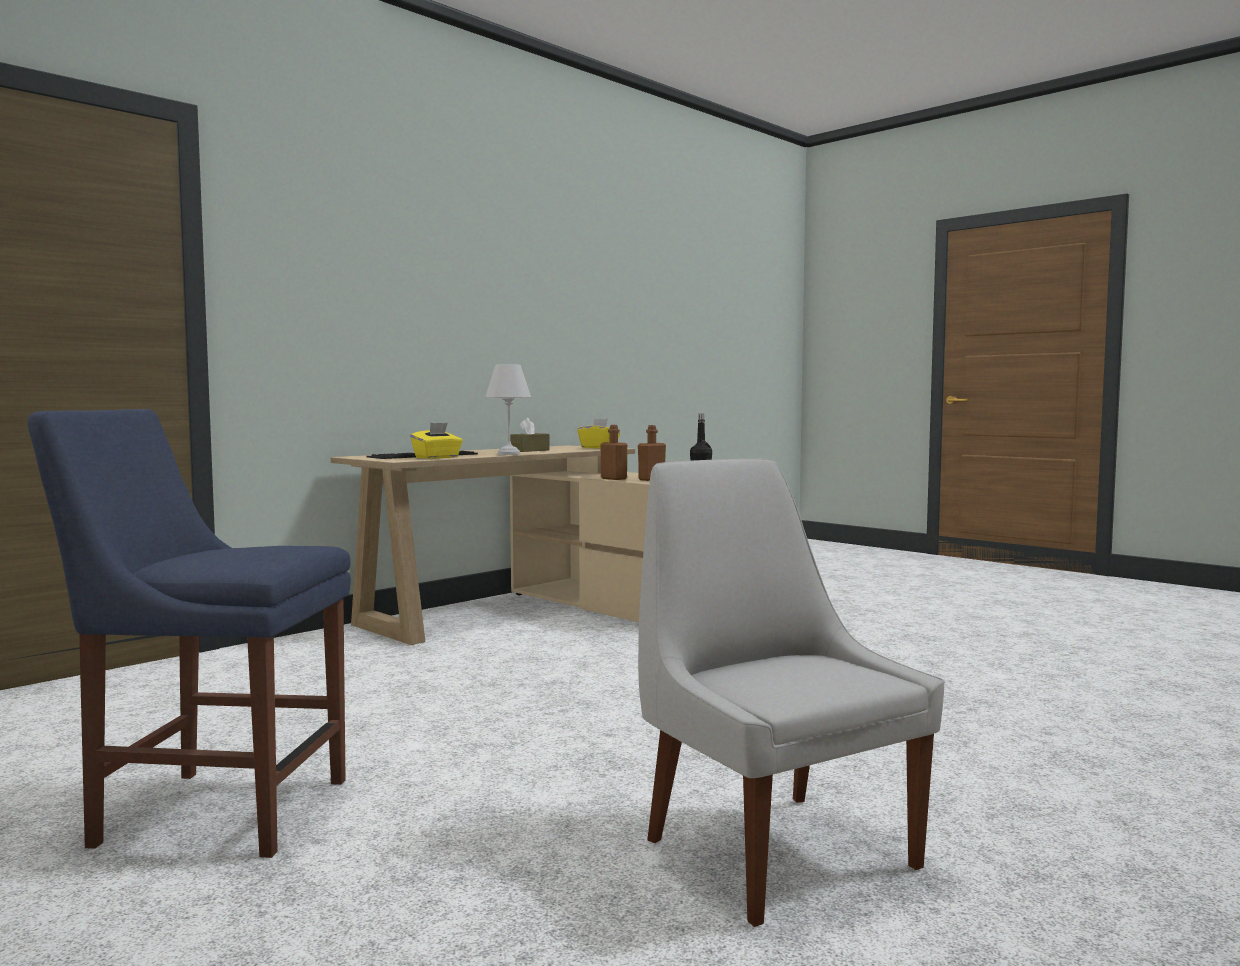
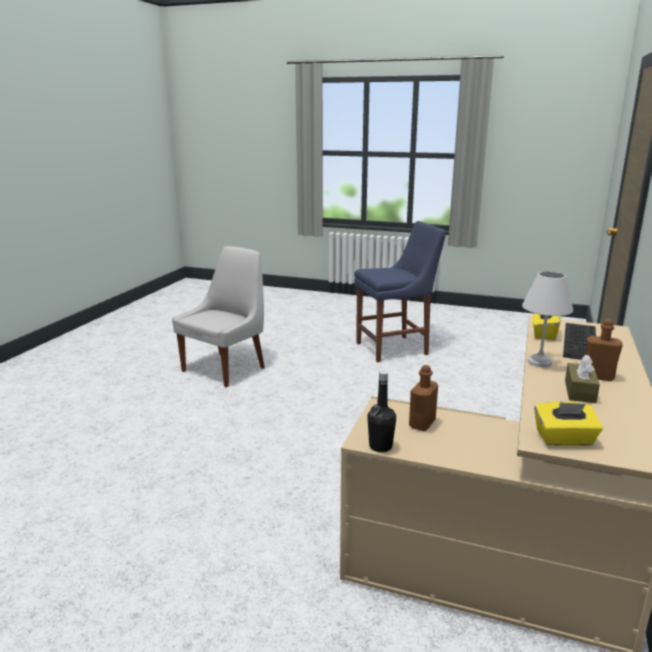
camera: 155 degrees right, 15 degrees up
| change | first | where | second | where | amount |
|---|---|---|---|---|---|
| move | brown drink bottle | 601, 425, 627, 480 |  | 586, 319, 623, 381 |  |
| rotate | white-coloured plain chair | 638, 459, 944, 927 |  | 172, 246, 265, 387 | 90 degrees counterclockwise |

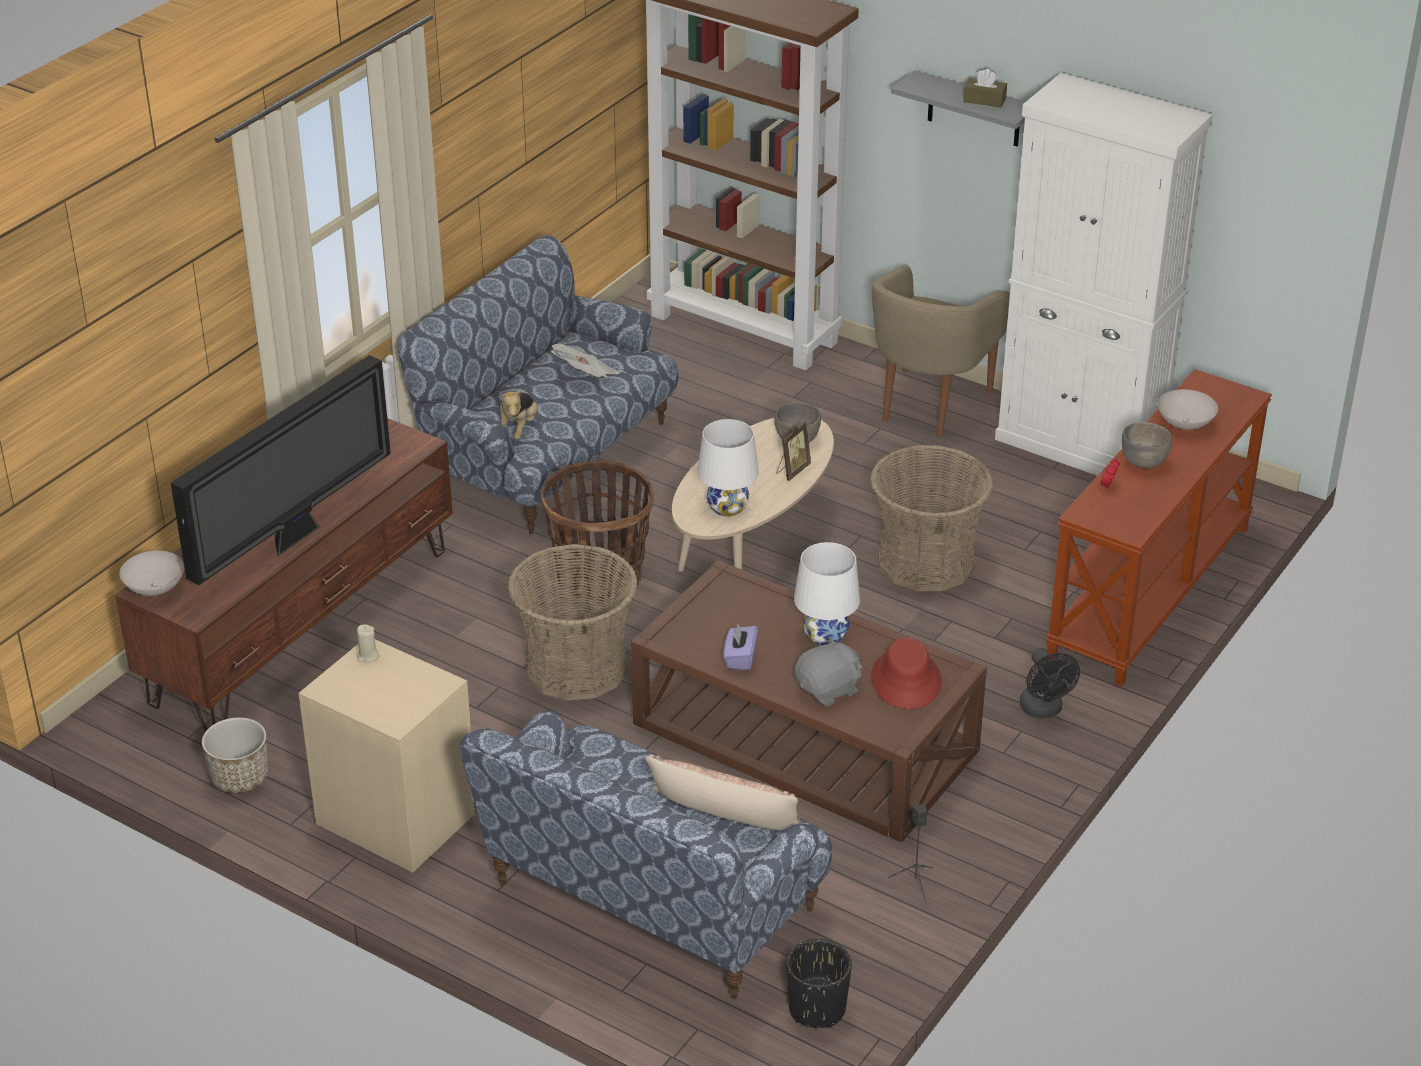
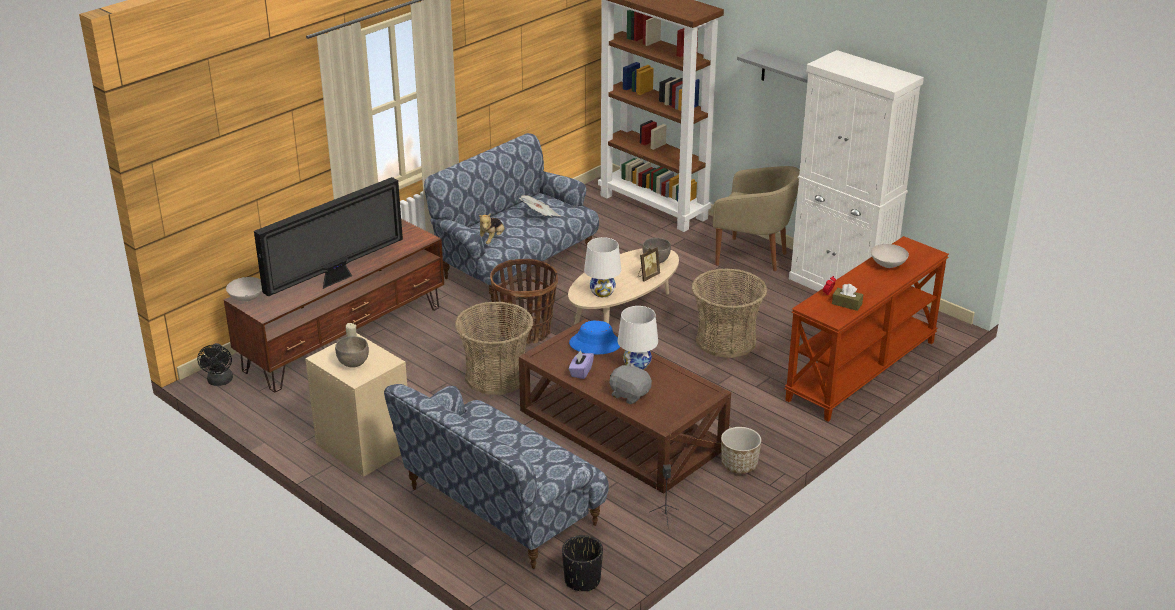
camera: 10 degrees right, 5 degrees down
| change | first | where | second | where | amount |
|---|---|---|---|---|---|
| move | brown tissue holder | 963, 69, 1007, 107 |  | 832, 284, 863, 311 |  |
| rotate | beige armchair | 872, 266, 1010, 437 |  | 713, 166, 800, 271 | 105 degrees counterclockwise |
| move | gray bowl | 1122, 422, 1172, 469 |  | 335, 336, 369, 368 |  |
| rotate | gray cuddly toy | 795, 637, 862, 707 |  | 610, 363, 652, 404 | 120 degrees counterclockwise |
| delete | red wearable hat | 871, 638, 942, 709 |  |  |  |
| move | black-coloured cooling fan | 1020, 648, 1080, 718 |  | 197, 343, 233, 386 |  |
| move | planter | 202, 717, 268, 793 |  | 721, 427, 761, 474 |  |
| delete | cushion | 645, 754, 801, 830 |  |  |  |
| insert |  |  | bluish wearable hat | 569, 321, 620, 355 |  |

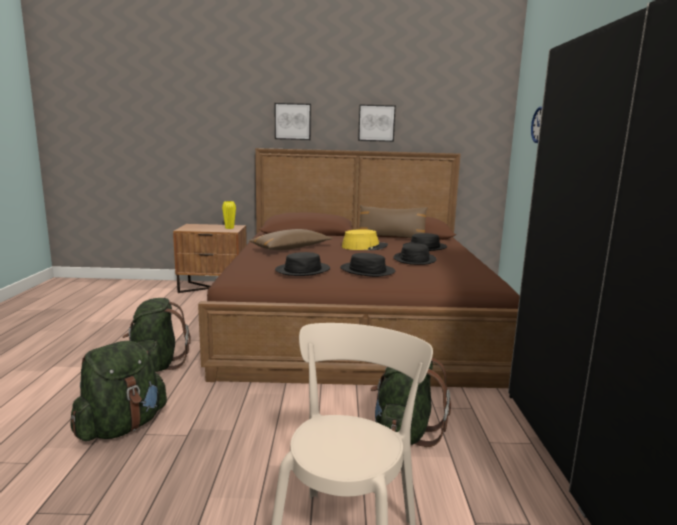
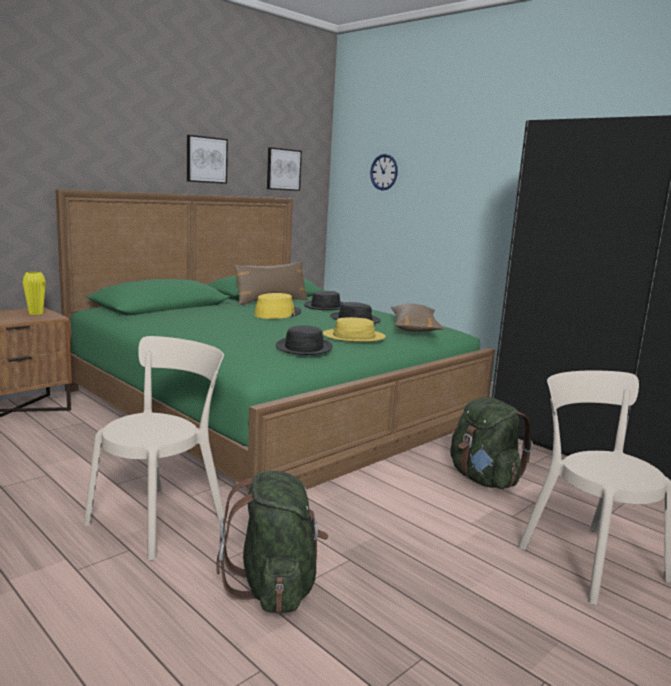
camera: 45 degrees left, 0 degrees up
| change | first | where | second | where | amount |
|---|---|---|---|---|---|
| move | picture | 275, 103, 311, 140 |  | 267, 147, 302, 191 |  |
| recolor | brown sleeping bed | 198, 148, 520, 388 | green sleeping bed | 55, 189, 495, 490 |  |
| move | brown cushion | 249, 229, 333, 250 |  | 391, 304, 444, 332 |  |
| recolor | black-coloured wearable hat | 340, 253, 395, 277 | yellow wearable hat | 323, 317, 386, 342 |  |
| replace | green backpack | 122, 298, 191, 372 | beige plain chair | 84, 336, 225, 560 |  |

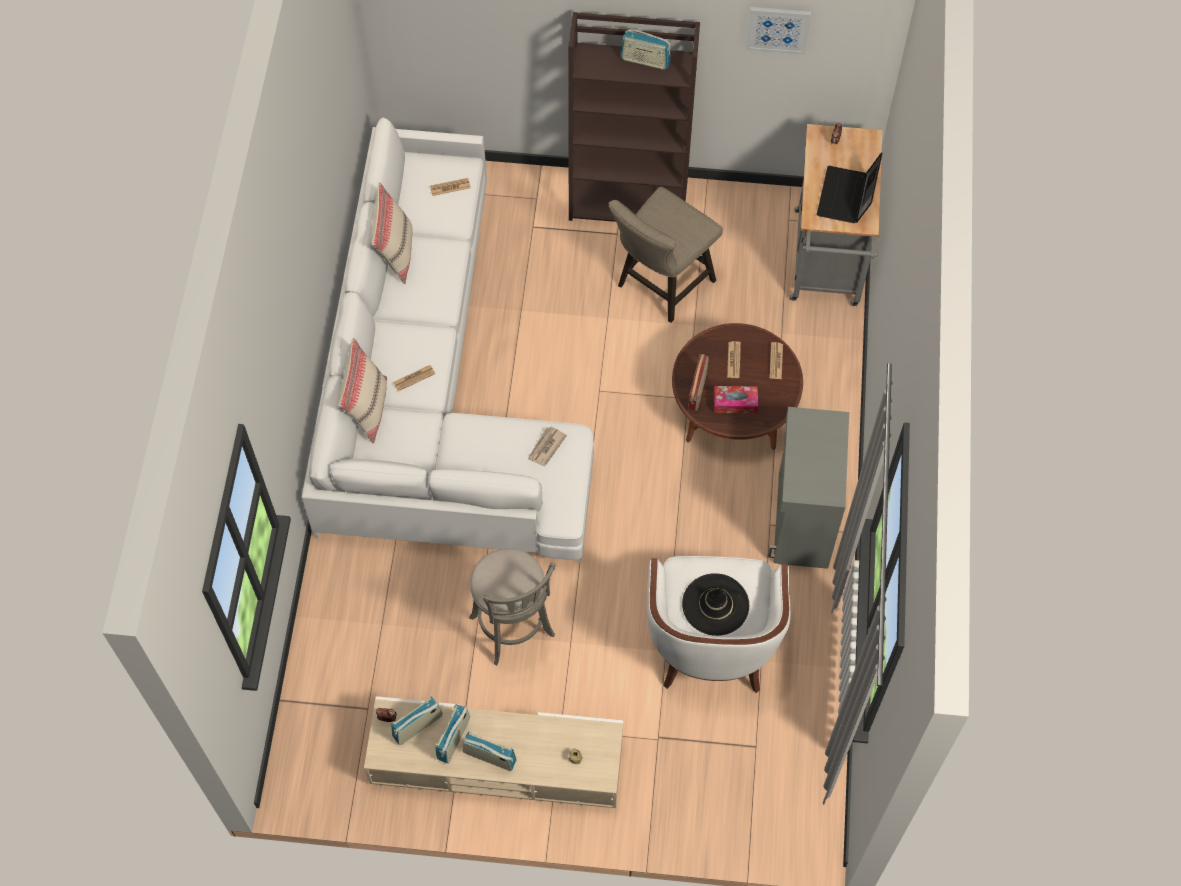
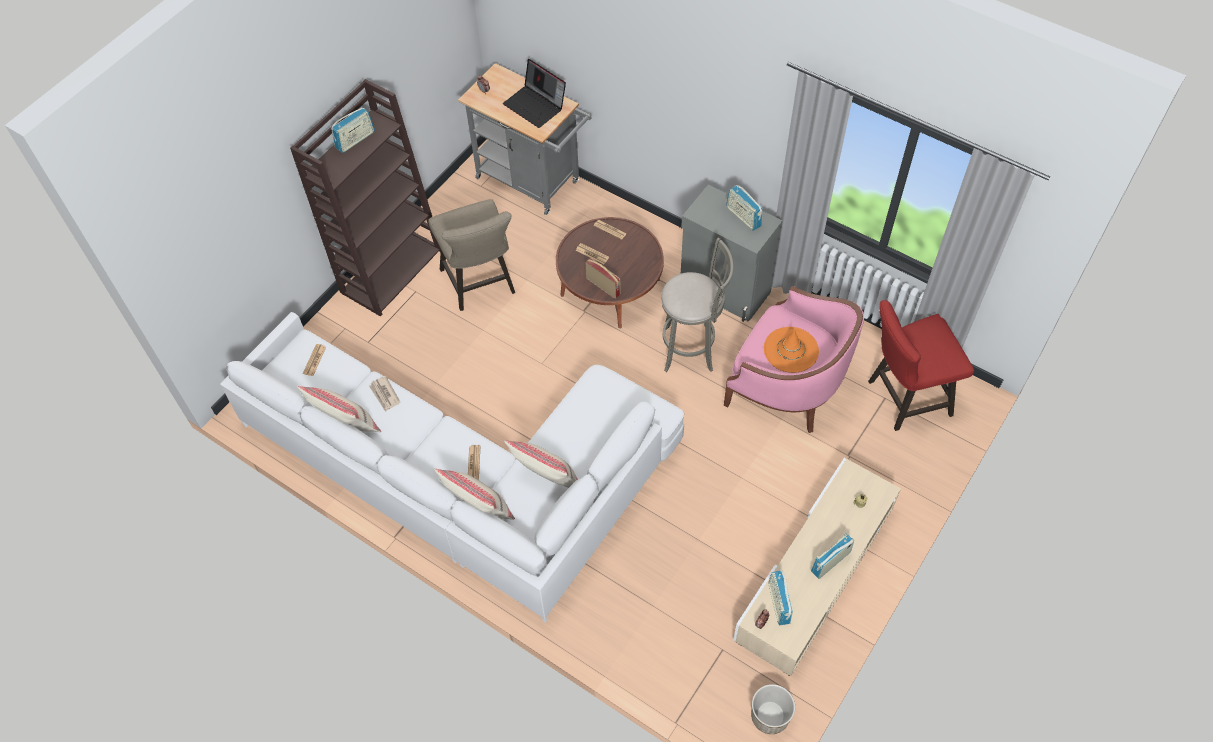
camera: 60 degrees left, 5 degrees down
| change | first | where | second | where | amount |
|---|---|---|---|---|---|
| delete | picture | 746, 7, 811, 55 |  |  |  |
| delete | tissue holder | 714, 386, 758, 413 |  |  |  |
| move | printed paper | 528, 426, 567, 466 |  | 369, 376, 400, 412 |  |
| move | gray stool | 469, 548, 556, 665 |  | 661, 237, 733, 372 |  |
| recolor | white-coloured armchair | 647, 556, 791, 693 | pink-coloured armchair | 724, 286, 864, 433 |  |
| recolor | black-coloured wearable hat | 682, 573, 749, 636 | orange wearable hat | 764, 327, 819, 373 |  |
| move | radio | 436, 704, 470, 764 |  | 726, 185, 763, 231 |  |
| insert |  |  | red stool | 868, 300, 974, 431 |  |
| insert |  |  | beige cushion | 504, 441, 578, 487 |  |
| insert |  |  | planter | 751, 684, 795, 734 |  |

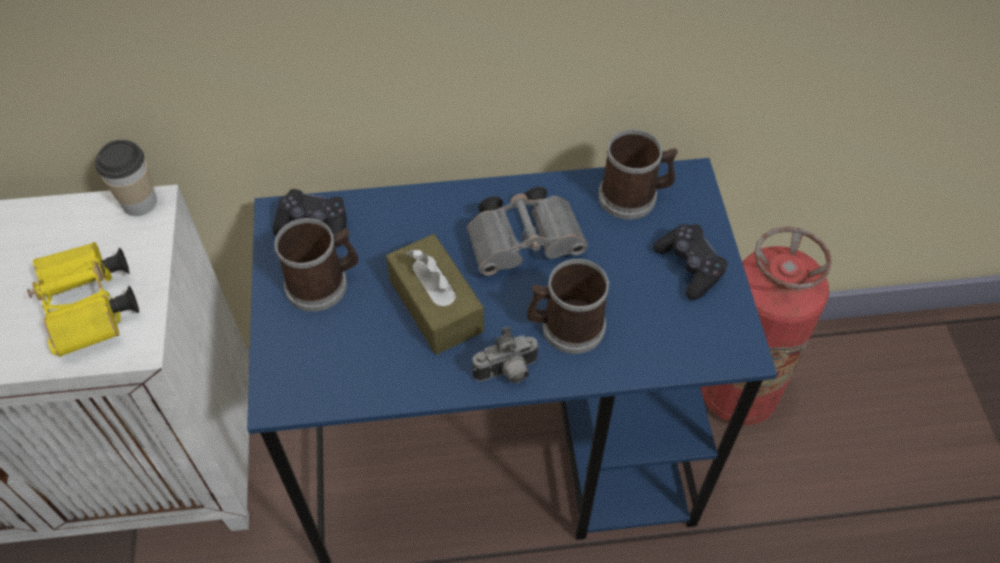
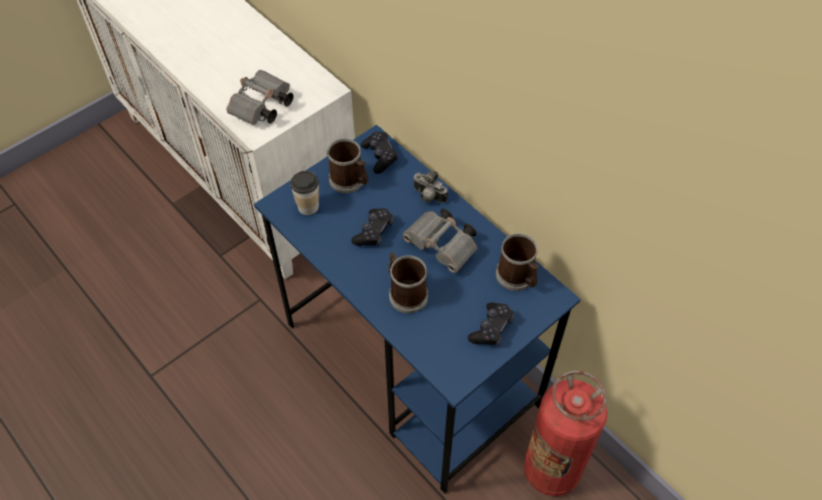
camera: 55 degrees right, 0 degrees up
| change | first | where | second | where | amount |
|---|---|---|---|---|---|
| move | drinking cup | 95, 140, 157, 216 |  | 290, 171, 319, 215 |  |
| replace | brown tissue holder | 386, 234, 484, 355 | black-coloured gamepad | 351, 208, 394, 246 |  |
| recolor | yellow field glasses | 27, 242, 139, 357 | gray field glasses | 226, 70, 294, 125 |  |
| move | still camera | 472, 327, 540, 383 |  | 413, 171, 448, 203 |  |

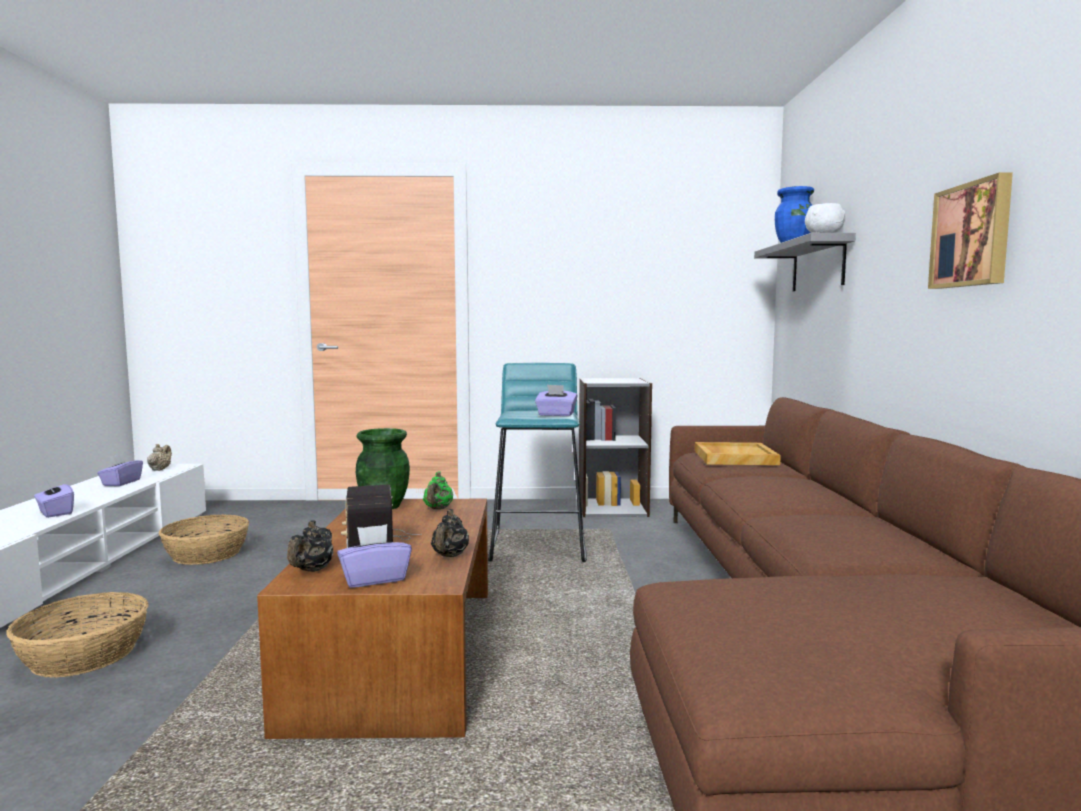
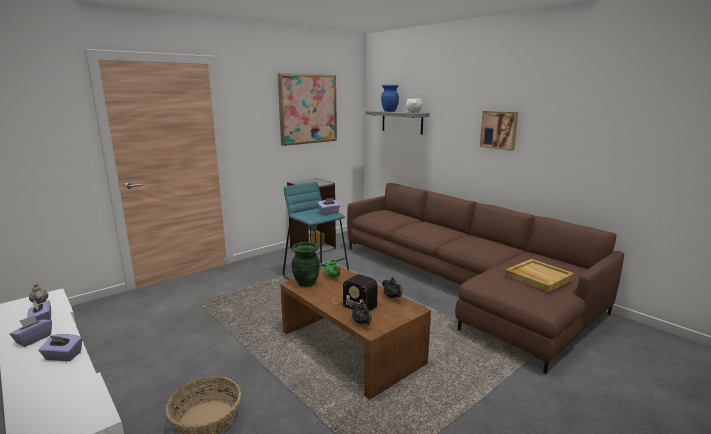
camera: 40 degrees left, 10 degrees up
| change | first | where | second | where | amount |
|---|---|---|---|---|---|
| move | beige carrying tray | 695, 442, 781, 465 |  | 505, 259, 575, 292 |  |
| delete | storage basket | 159, 514, 249, 565 |  |  |  |
| move | purple-coloured tissue holder | 337, 524, 412, 588 |  | 10, 315, 52, 347 |  |
| insert |  |  | picture | 277, 73, 337, 146 |  |

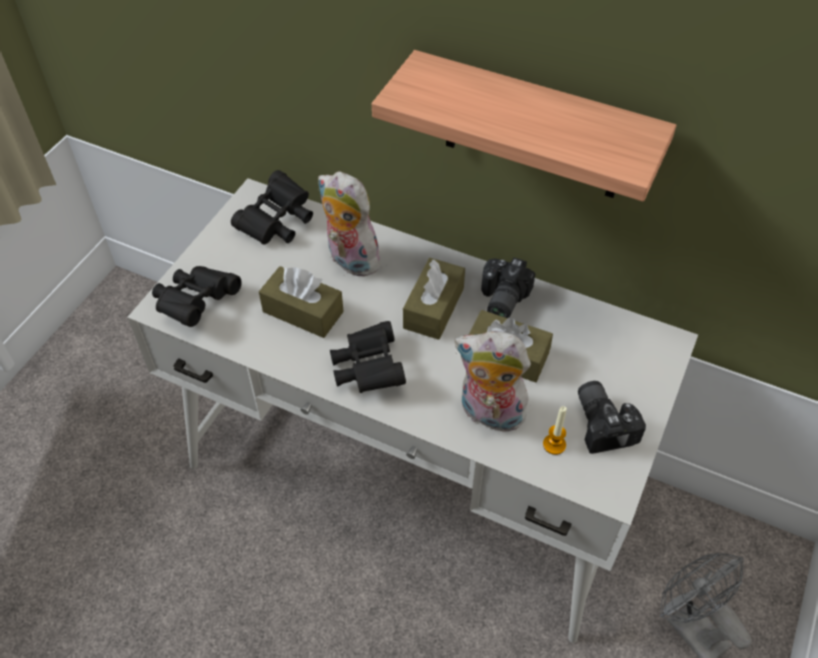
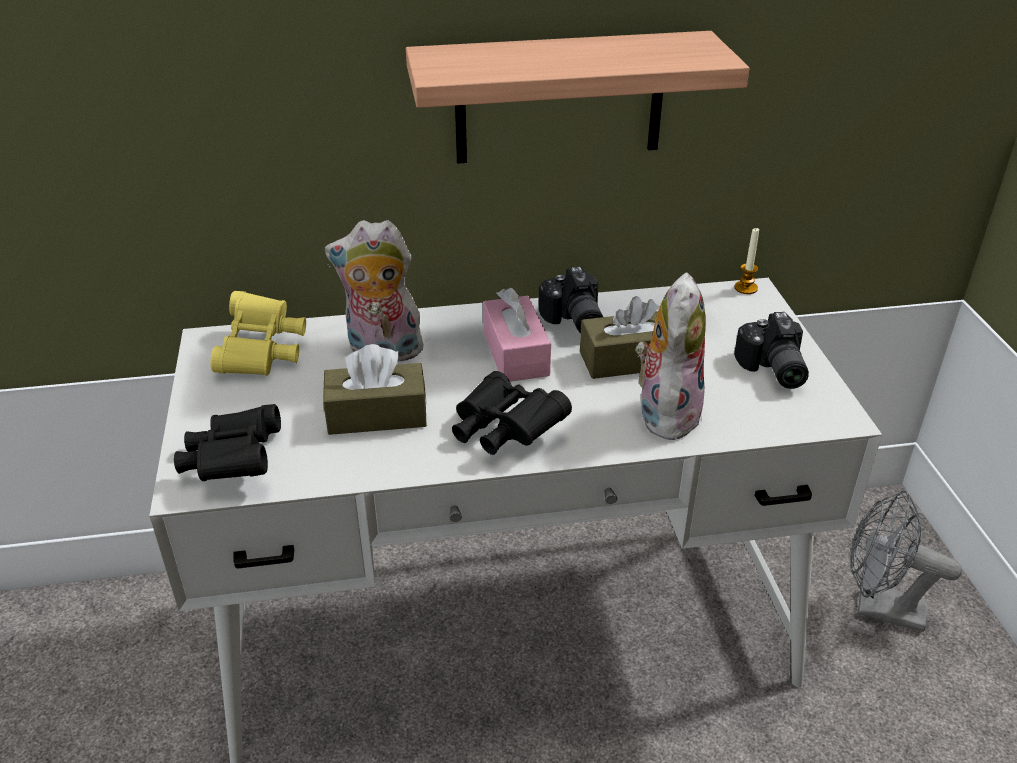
camera: 35 degrees left, 15 degrees down
| change | first | where | second | where | amount |
|---|---|---|---|---|---|
| recolor | black-coloured field glasses | 231, 170, 313, 245 | yellow field glasses | 210, 291, 306, 376 |  |
| recolor | brown tissue holder | 403, 258, 465, 340 | pink-coloured tissue holder | 483, 288, 551, 382 |  |
| rotate | cuddly toy | 455, 331, 531, 432 |  | 636, 272, 706, 440 | 120 degrees clockwise |
| rotate | still camera | 578, 381, 646, 454 |  | 734, 312, 809, 389 | 135 degrees counterclockwise |
| move | wax candle | 543, 406, 567, 455 |  | 734, 228, 759, 294 |  |

